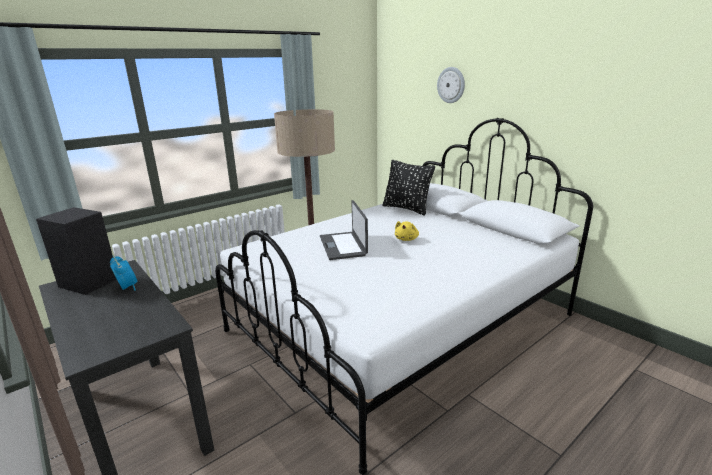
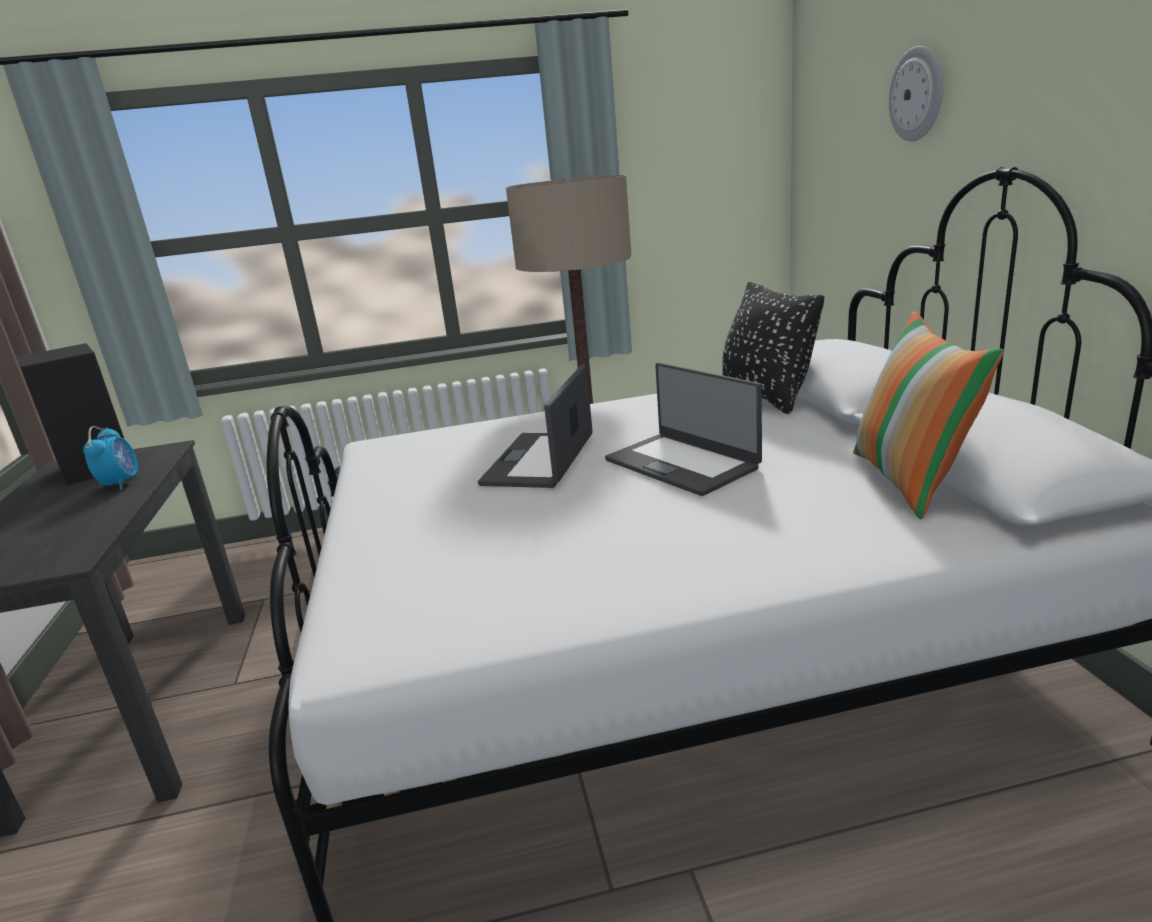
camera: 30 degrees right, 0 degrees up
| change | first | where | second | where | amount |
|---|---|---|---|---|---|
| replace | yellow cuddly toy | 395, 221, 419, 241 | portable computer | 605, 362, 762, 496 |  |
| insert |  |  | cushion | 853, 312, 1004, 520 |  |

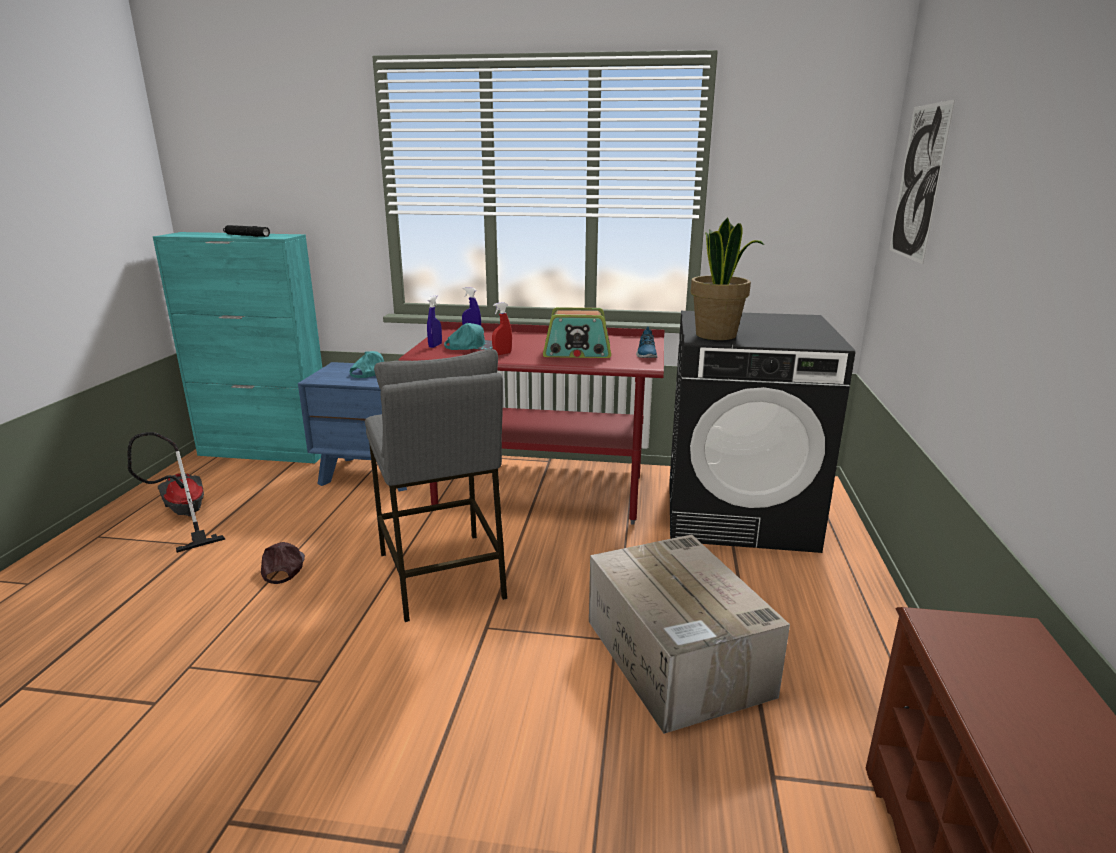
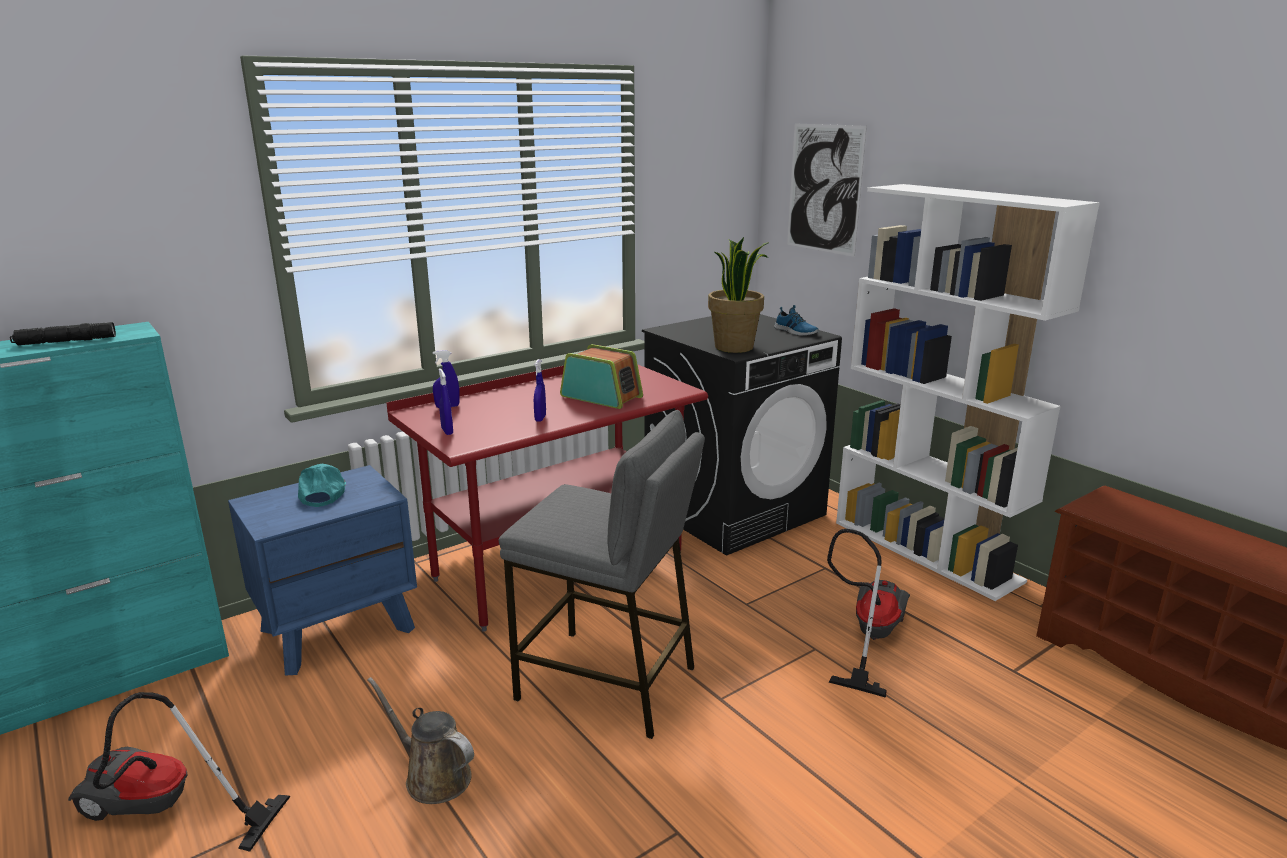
camera: 45 degrees left, 0 degrees up
| change | first | where | second | where | amount |
|---|---|---|---|---|---|
| recolor | red hand sprayer | 492, 302, 512, 355 | bluish hand sprayer | 534, 359, 546, 422 |  |
| rotate | radio | 543, 307, 611, 358 |  | 560, 344, 643, 409 | 105 degrees counterclockwise |
| delete | blue-green cap | 444, 323, 493, 350 |  |  |  |
| move | low shoe | 636, 326, 657, 358 |  | 774, 305, 819, 335 |  |
| replace | cardboard box | 589, 534, 790, 734 | hoover | 827, 529, 910, 698 |  |
| replace | brown cap | 261, 542, 305, 584 | brown watering can | 368, 677, 474, 804 |  |
| insert |  |  | white-coloured bookshelf | 836, 184, 1100, 601 |  |

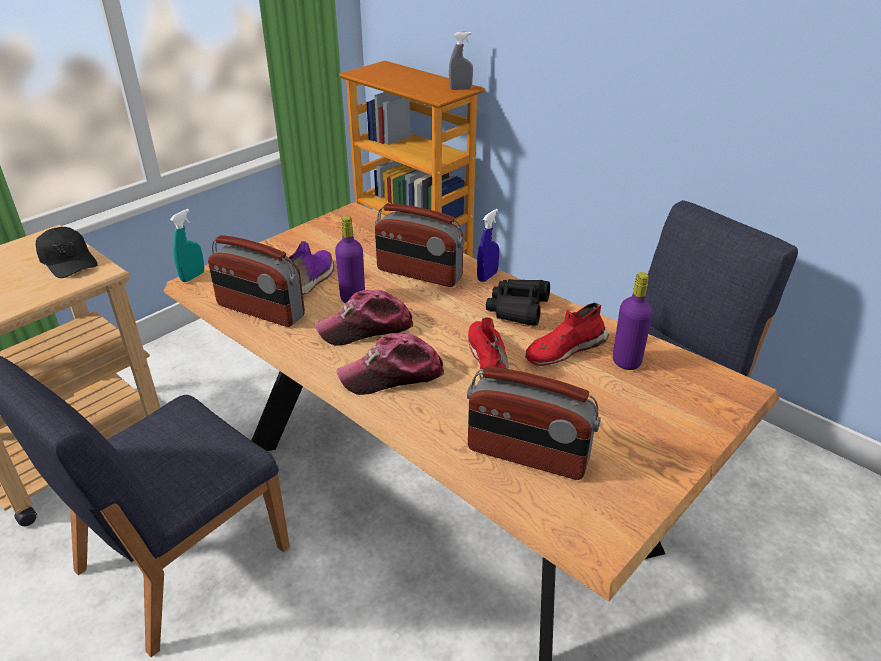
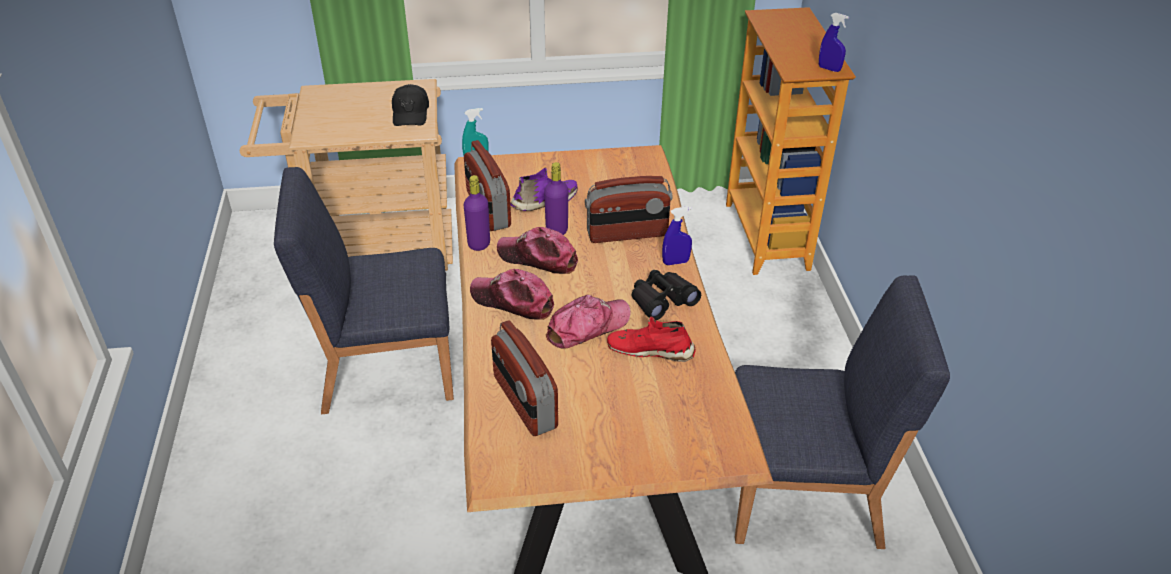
camera: 40 degrees right, 5 degrees up
| change | first | where | second | where | amount |
|---|---|---|---|---|---|
| recolor | gray hand sprayer | 449, 32, 473, 90 | bluish hand sprayer | 819, 13, 849, 72 |  |
| rotate | radio | 375, 203, 465, 287 |  | 585, 176, 672, 243 | 75 degrees counterclockwise |
| move | purple-coloured drink bottle | 613, 272, 653, 370 |  | 464, 175, 490, 251 |  |
| replace | red low shoe | 468, 317, 509, 379 | cap | 546, 295, 631, 349 |  |

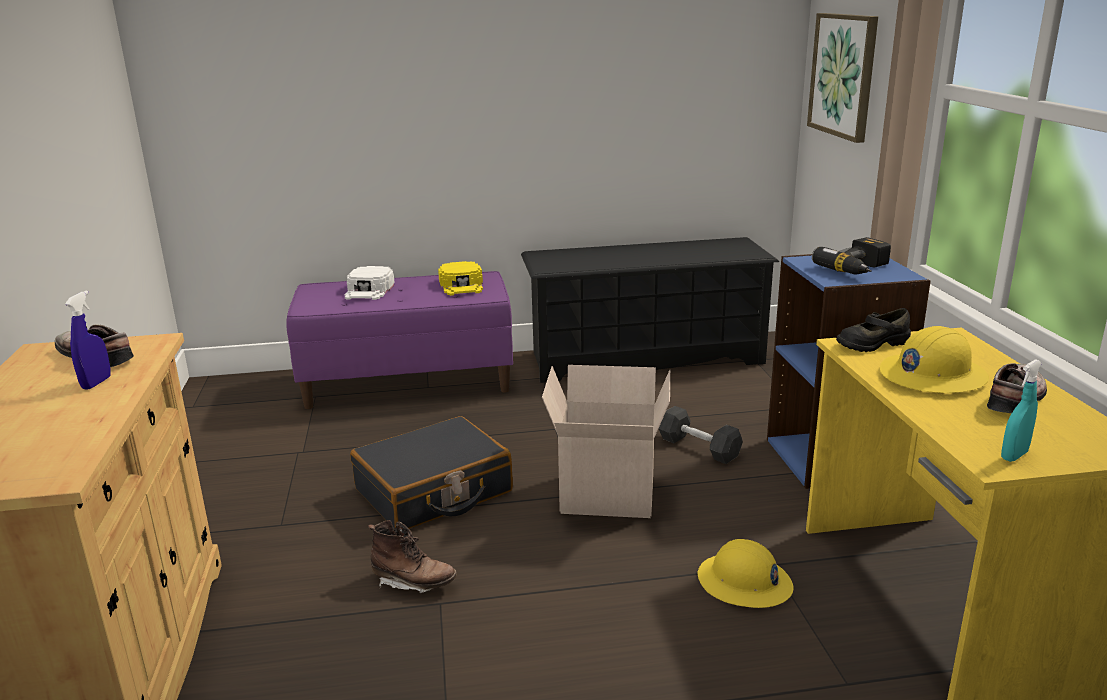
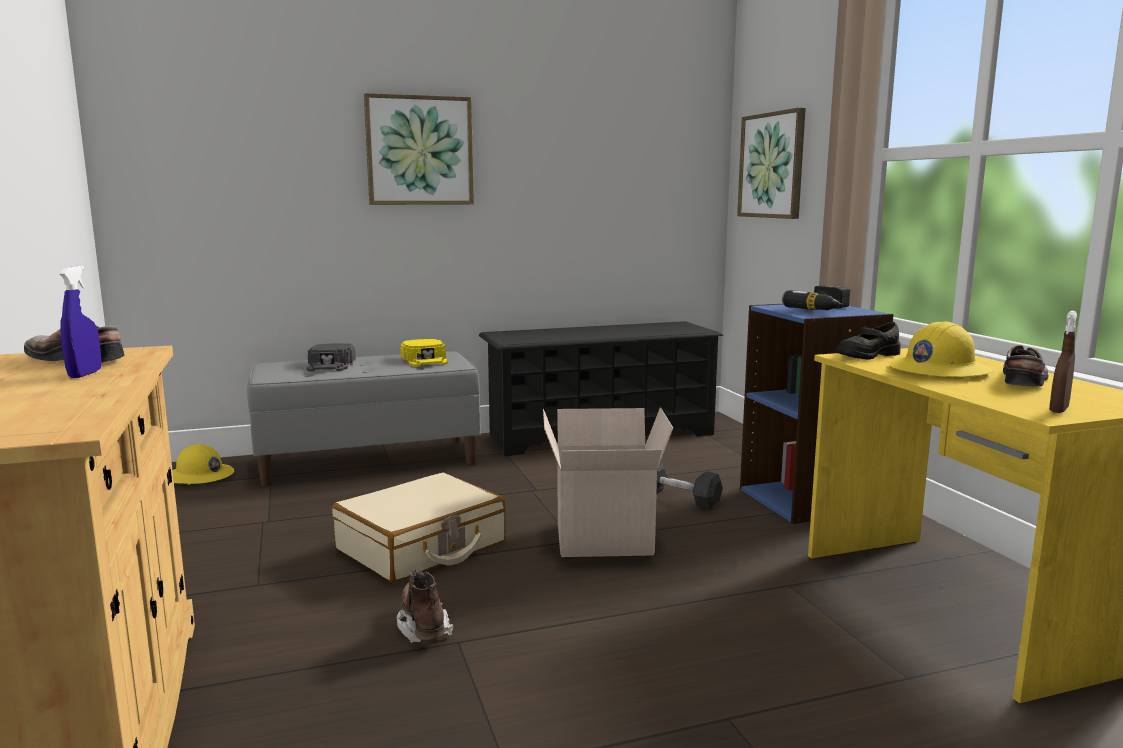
camera: 10 degrees left, 10 degrees down
| change | first | where | second | where | amount |
|---|---|---|---|---|---|
| recolor | white-coloured cap | 345, 266, 395, 300 | black-coloured cap | 306, 343, 356, 371 |  |
| recolor | purple-coloured long seat | 286, 271, 513, 409 | gray long seat | 247, 351, 481, 487 |  |
| recolor | blue-green hand sprayer | 1001, 359, 1042, 462 | brown hand sprayer | 1049, 311, 1077, 413 |  |
| recolor | black-coloured suitcase | 350, 416, 513, 530 | beige suitcase | 332, 473, 506, 582 |  |
| rotate | brown high-top boot | 368, 520, 457, 593 |  | 397, 569, 453, 643 | 120 degrees counterclockwise |
| move | yellow safety helmet | 698, 539, 794, 608 |  | 172, 444, 234, 485 |  |
| insert |  |  | picture | 364, 93, 474, 205 |  |

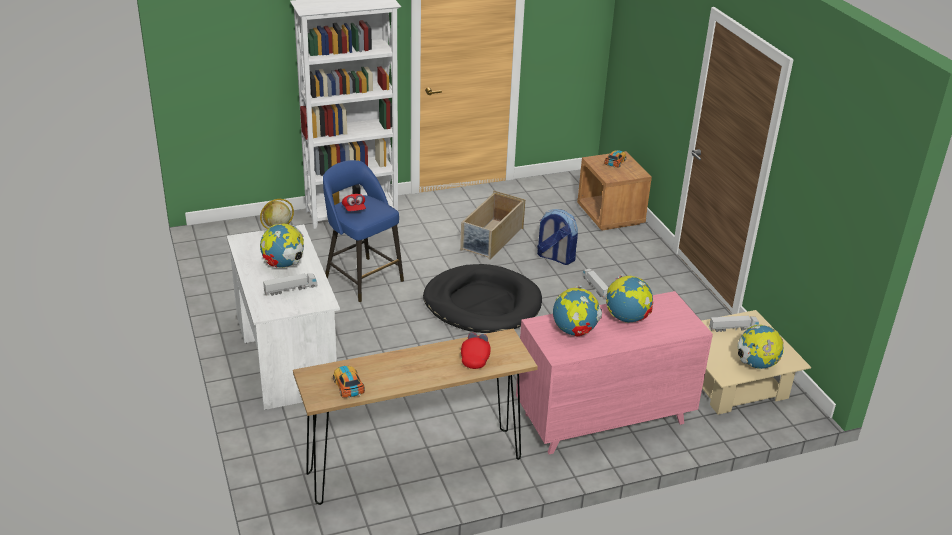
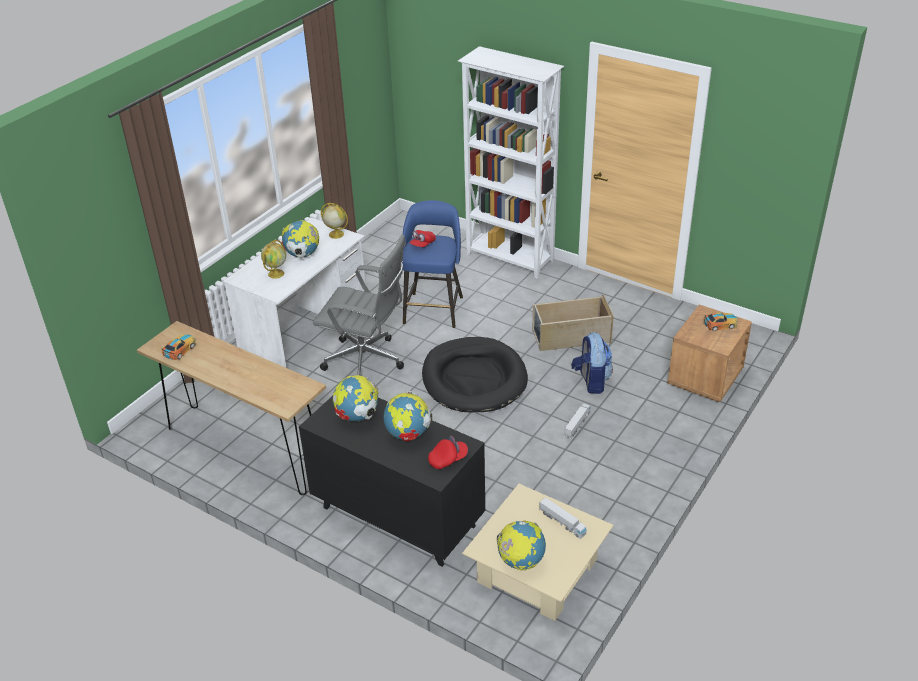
camera: 55 degrees right, 5 degrees up
| change | first | where | second | where | amount |
|---|---|---|---|---|---|
| replace | toy lorry | 263, 273, 317, 296 | desk globe | 261, 240, 286, 279 |  |
| recolor | pink-coloured drawer chest | 516, 291, 713, 454 | black-coloured drawer chest | 299, 396, 485, 567 |  |
| move | red cap | 461, 333, 491, 369 |  | 428, 436, 468, 469 |  |
| insert |  |  | gray office chair | 313, 235, 406, 375 |  |

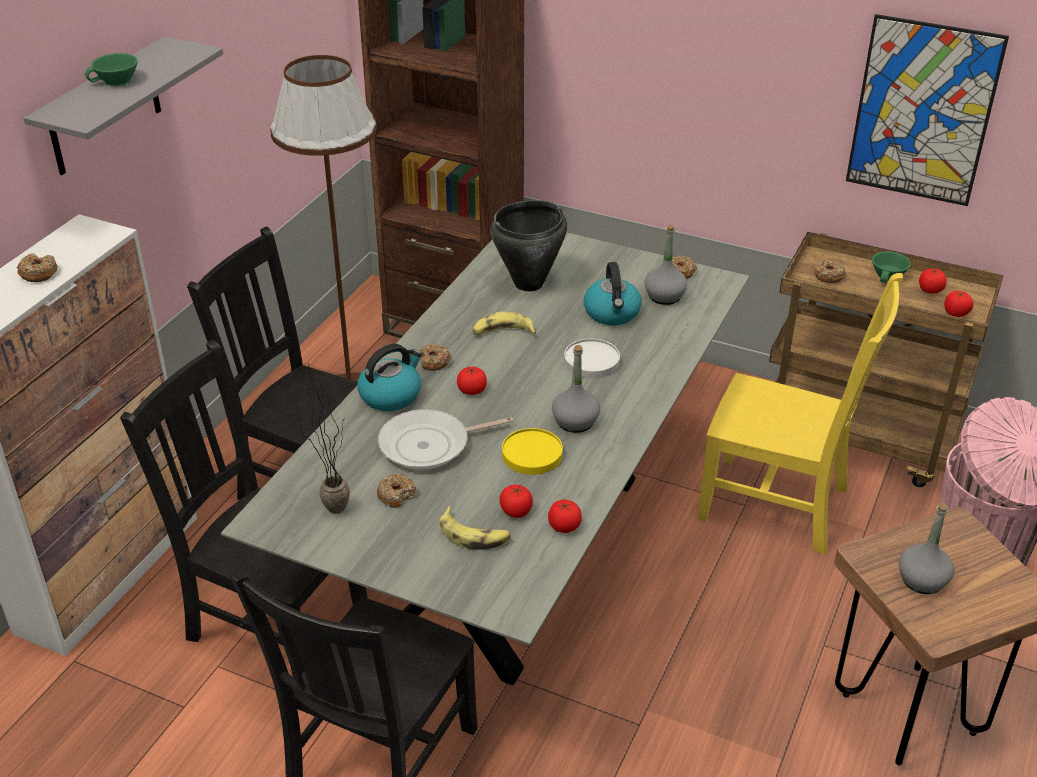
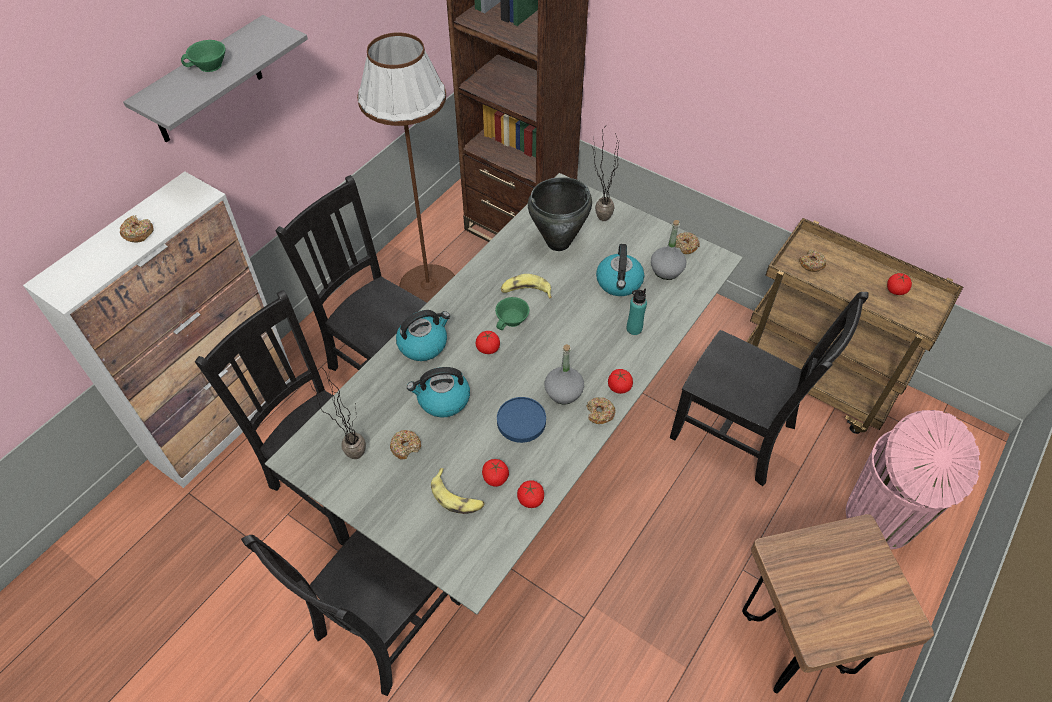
camera: 10 degrees right, 15 degrees up
| change | first | where | second | where | amount |
|---|---|---|---|---|---|
| delete | picture | 846, 14, 1009, 206 |  |  |  |
| move | green drinking cup | 872, 251, 911, 283 |  | 495, 297, 529, 330 |  |
| recolor | yellow plain chair | 698, 273, 903, 555 | black-coloured plain chair | 670, 292, 869, 486 |  |
| move | tomato | 944, 291, 973, 317 |  | 608, 369, 633, 394 |  |
| delete | white-coloured plate | 564, 339, 620, 378 |  |  |  |
| move | donut | 419, 344, 451, 371 |  | 587, 397, 615, 424 |  |
| replace | frying pan | 378, 409, 513, 469 | kettle | 407, 367, 470, 417 |  |
| recolor | yellow plate | 502, 428, 563, 475 | bluish plate | 497, 397, 546, 443 |  |
| delete | gray drink bottle | 899, 503, 954, 594 |  |  |  |
| insert |  |  | plant in a pot | 592, 128, 620, 221 |  |
| insert |  |  | blue-green drink bottle | 627, 289, 647, 335 |  |

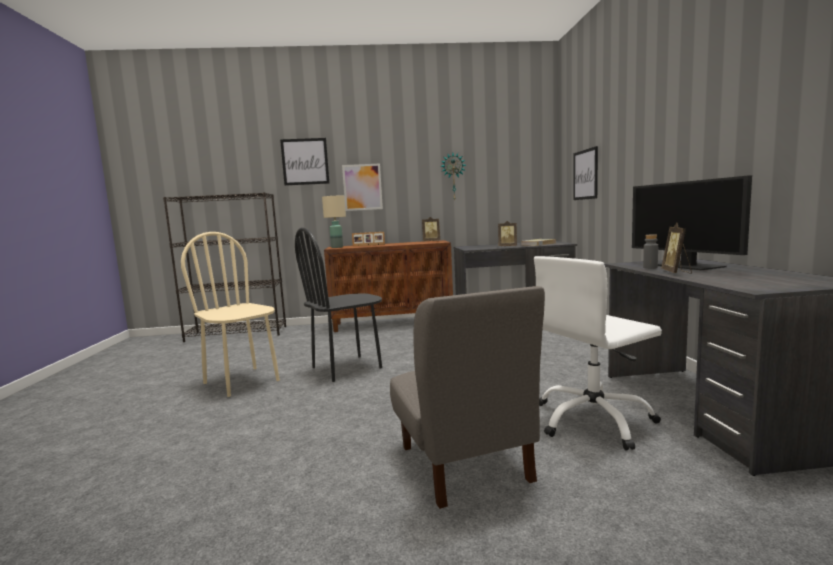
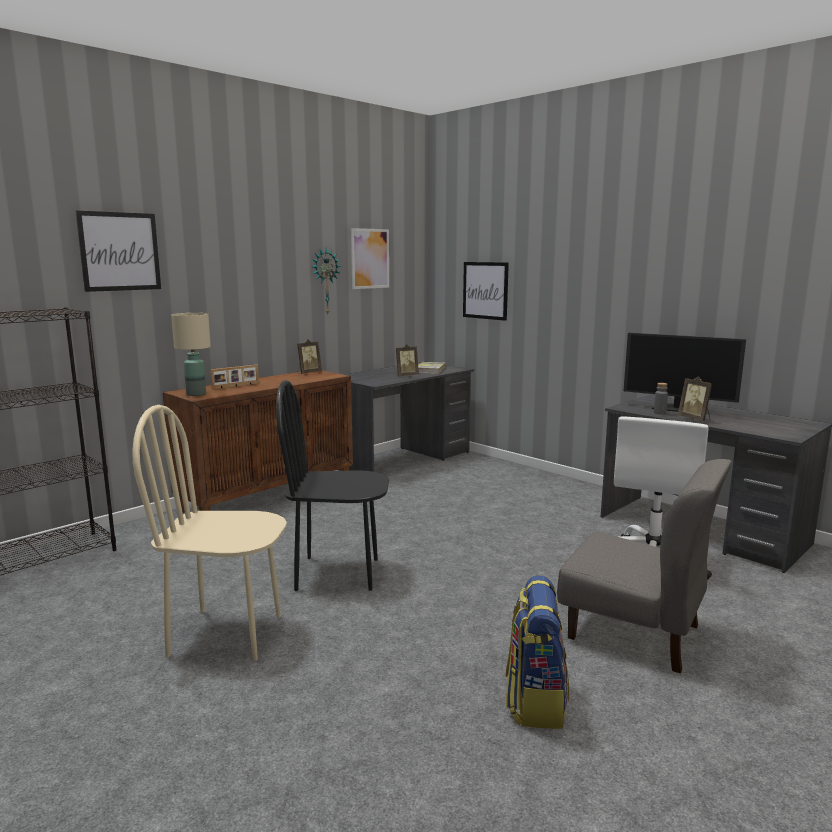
camera: 40 degrees left, 5 degrees up
| change | first | where | second | where | amount |
|---|---|---|---|---|---|
| move | picture | 342, 164, 383, 211 |  | 351, 228, 389, 289 |  |
| rotate | black-coloured plain chair | 295, 227, 382, 382 |  | 276, 380, 389, 591 | 75 degrees clockwise |
| insert |  |  | backpack | 506, 575, 569, 729 |  |

